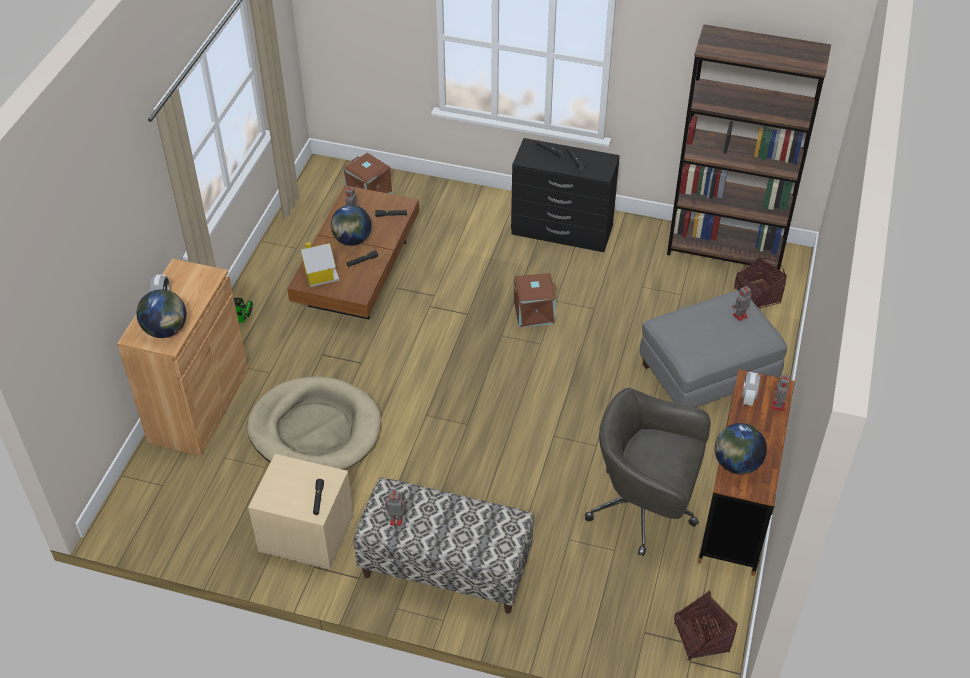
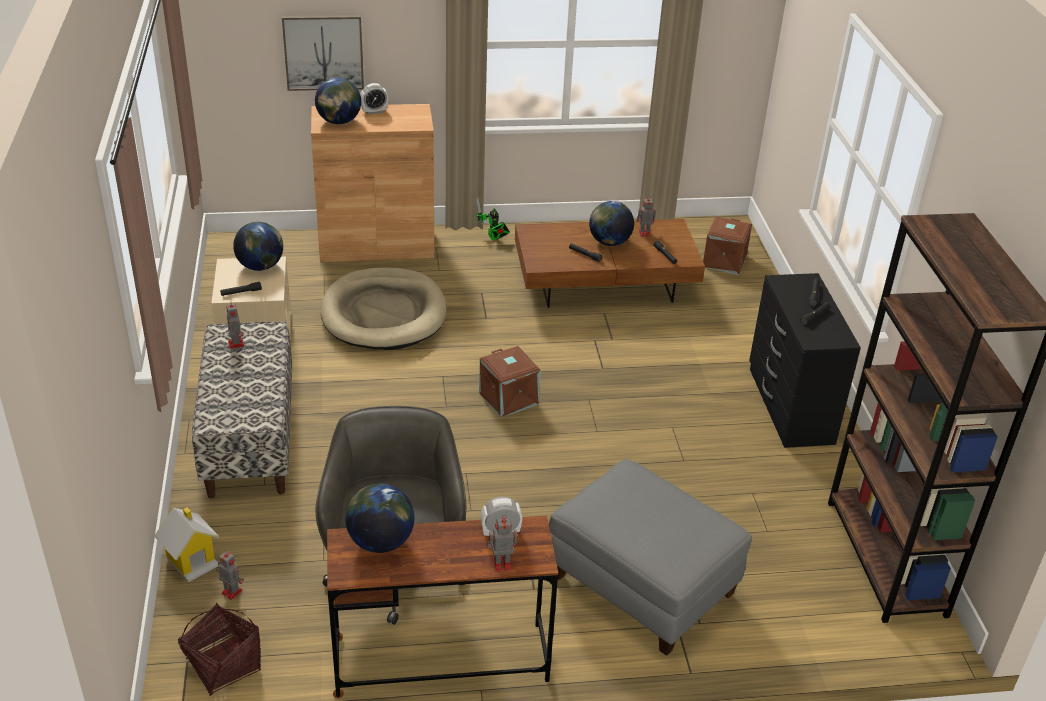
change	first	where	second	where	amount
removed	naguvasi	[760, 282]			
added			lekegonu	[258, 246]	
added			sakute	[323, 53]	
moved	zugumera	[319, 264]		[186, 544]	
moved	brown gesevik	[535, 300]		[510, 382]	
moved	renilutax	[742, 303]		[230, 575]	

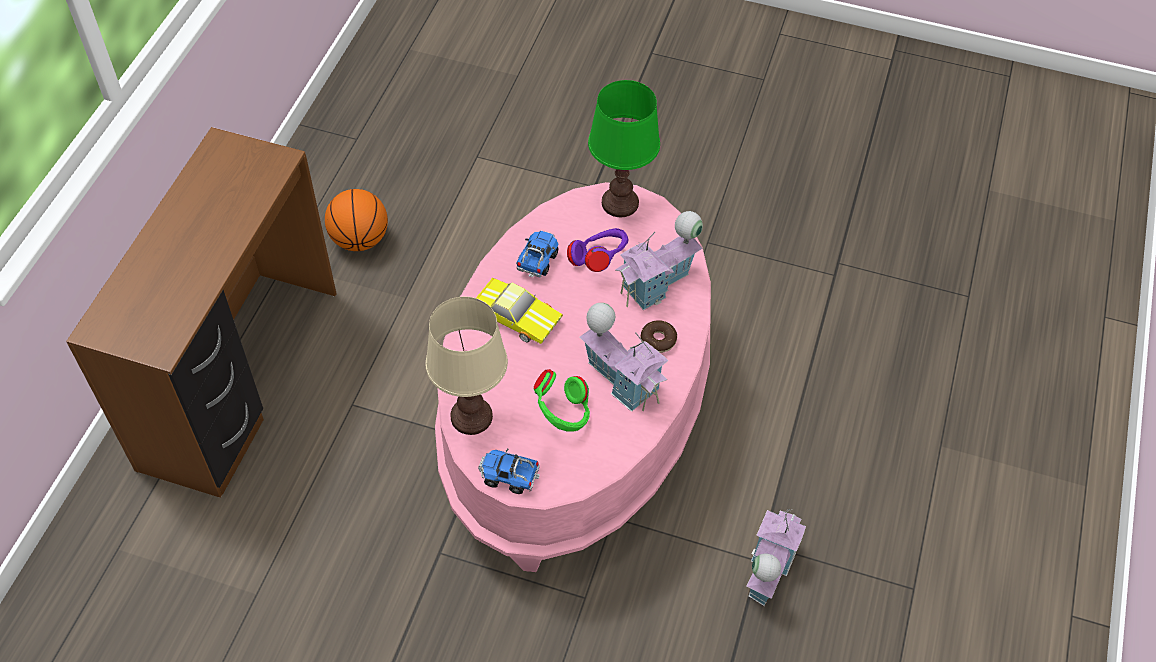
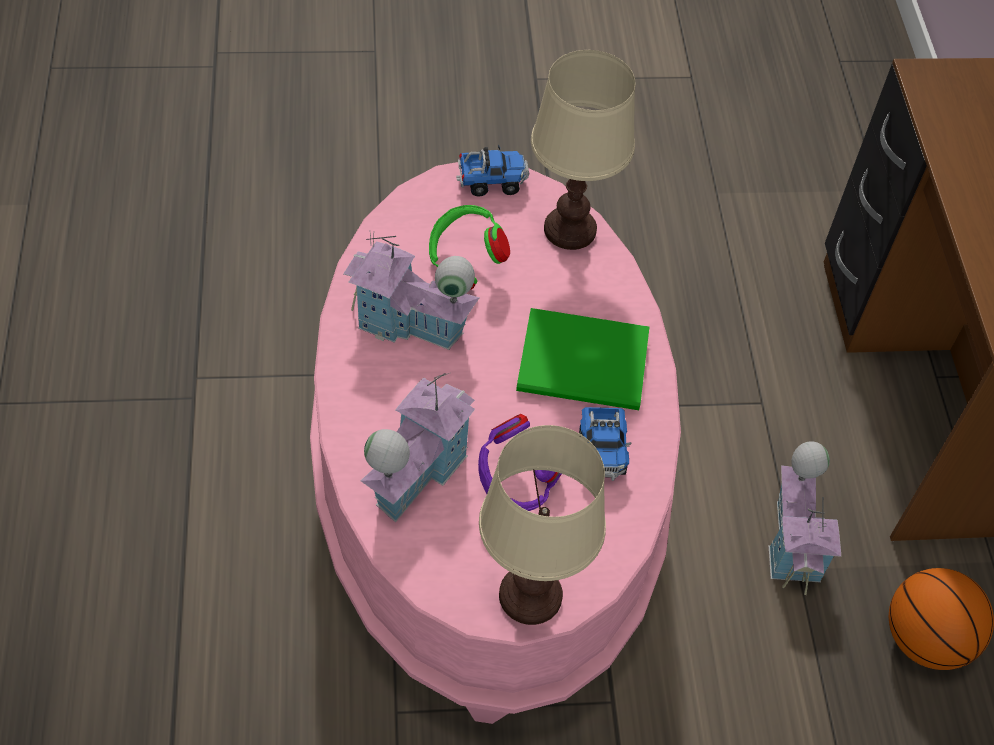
change	first	where	second	where	amount
removed	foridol	[659, 336]			
moved	zugumera	[776, 557]		[804, 518]	
replaced	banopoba	[519, 311]	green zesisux	[582, 359]	
recoloured	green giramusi	[624, 148]	beige giramusi	[542, 525]	

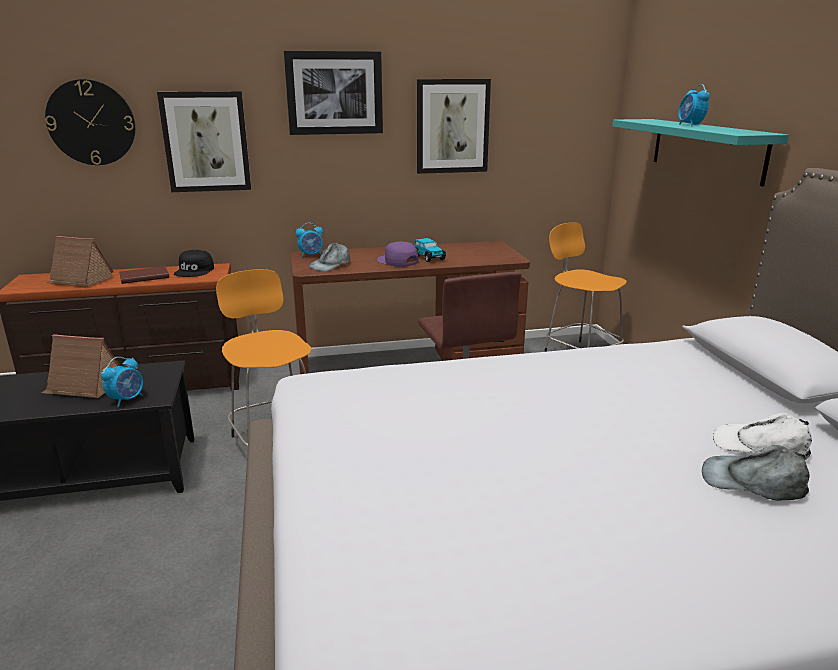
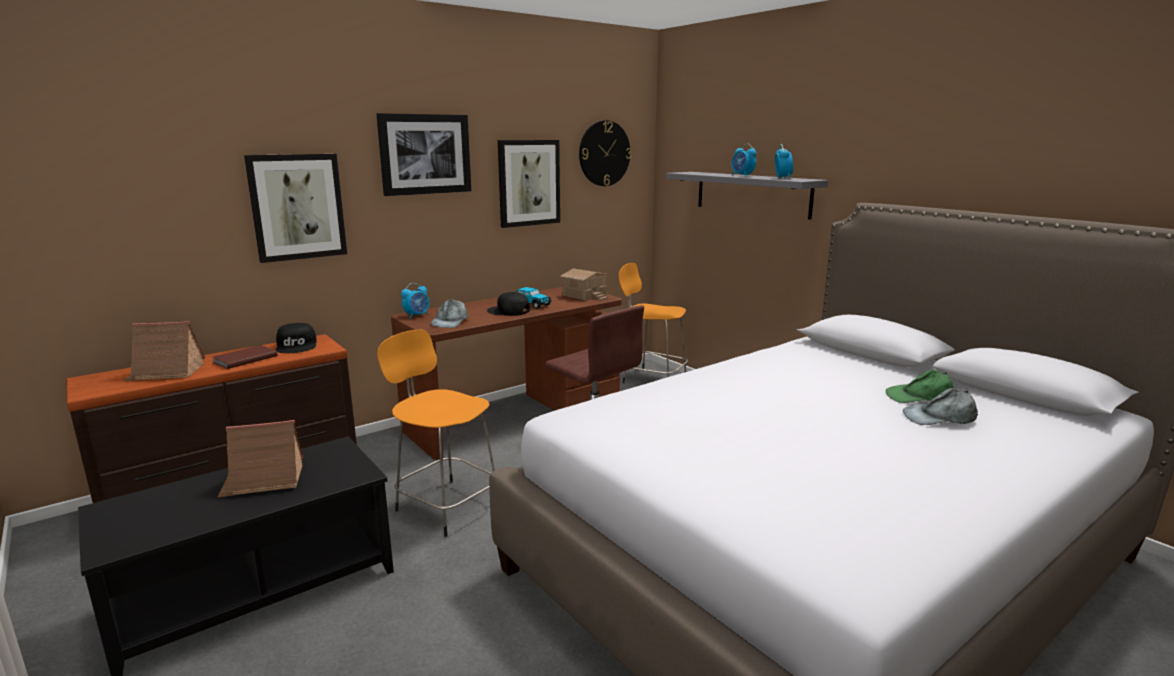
change	first	where	second	where	amount
added			zugumera	[584, 284]	
moved	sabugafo	[90, 122]		[605, 153]	
moved	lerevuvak	[122, 382]		[784, 161]	
recoloured	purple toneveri	[398, 254]	black toneveri	[508, 304]	
recoloured	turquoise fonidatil	[700, 153]	grey fonidatil	[747, 196]	
recoloured	white toneveri	[762, 436]	green toneveri	[919, 386]	

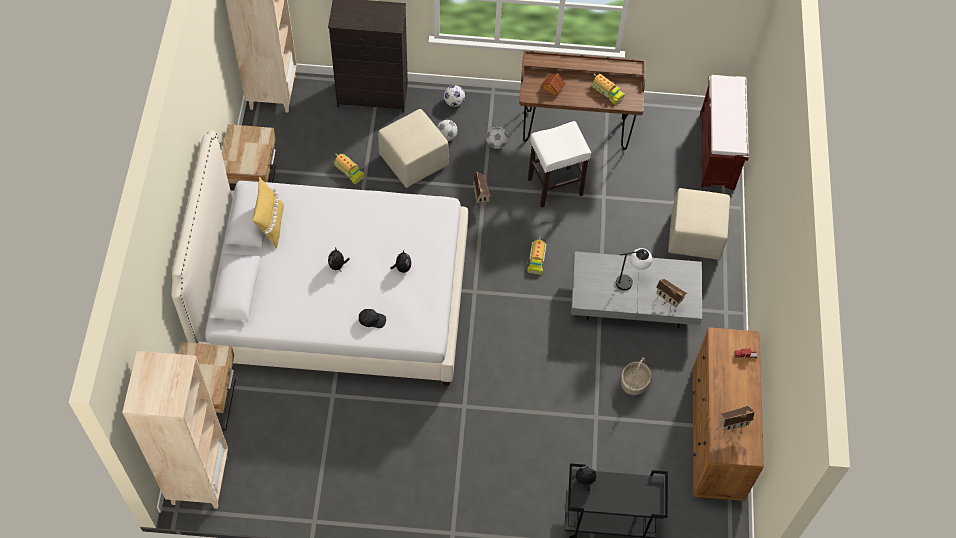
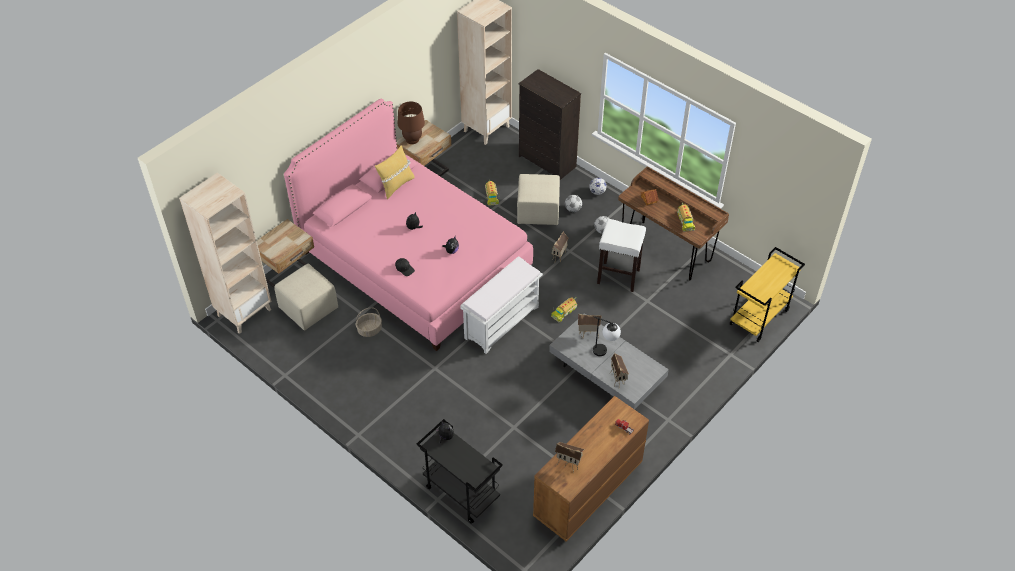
change	first	where	second	where	amount
added			brown giramusi	[411, 122]	
added			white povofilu	[501, 305]	
added			zugumera	[590, 326]	
moved	naguvasi	[636, 376]		[369, 322]	
moved	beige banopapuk	[699, 224]		[306, 297]	
replaced	brown povofilu	[724, 132]	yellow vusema	[767, 294]	
recoloured	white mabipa	[319, 258]	pink mabipa	[408, 225]	

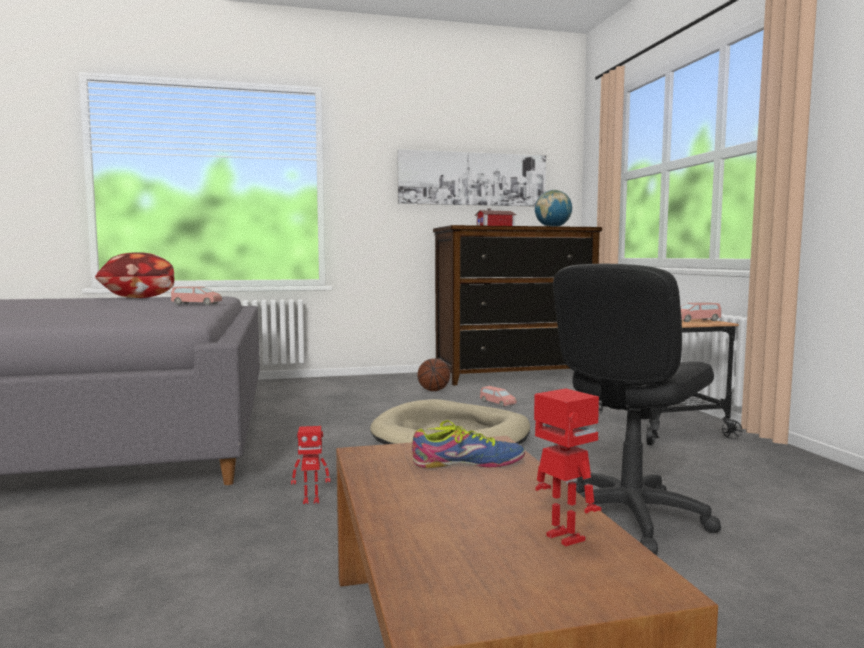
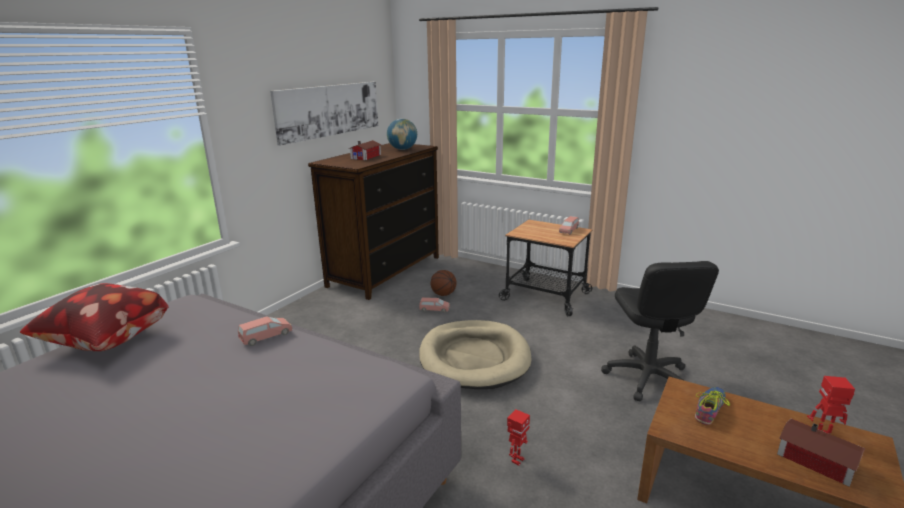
change	first	where	second	where	amount
added			zugumera	[821, 453]	
moved	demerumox	[433, 374]		[443, 283]	

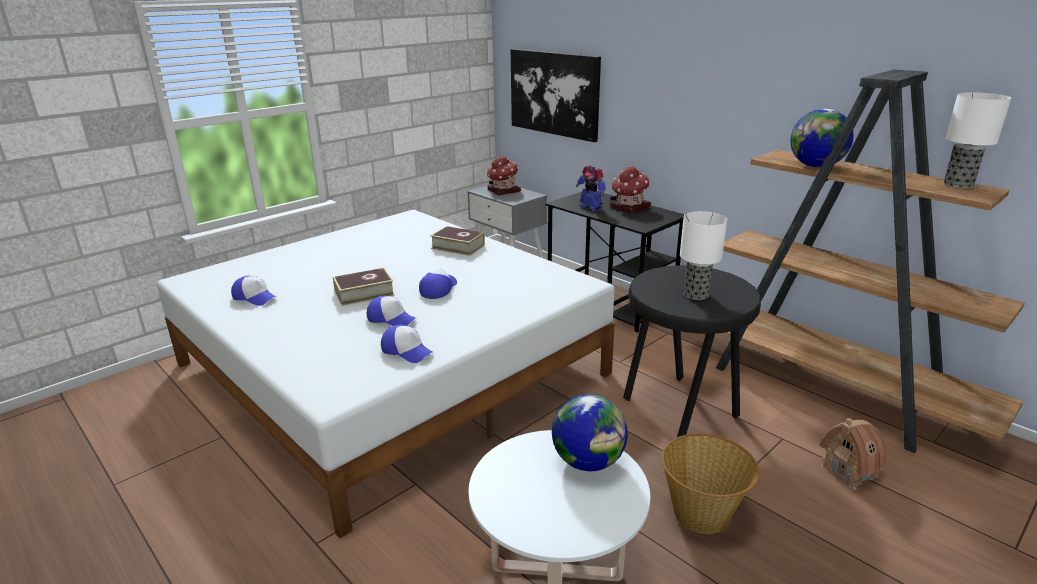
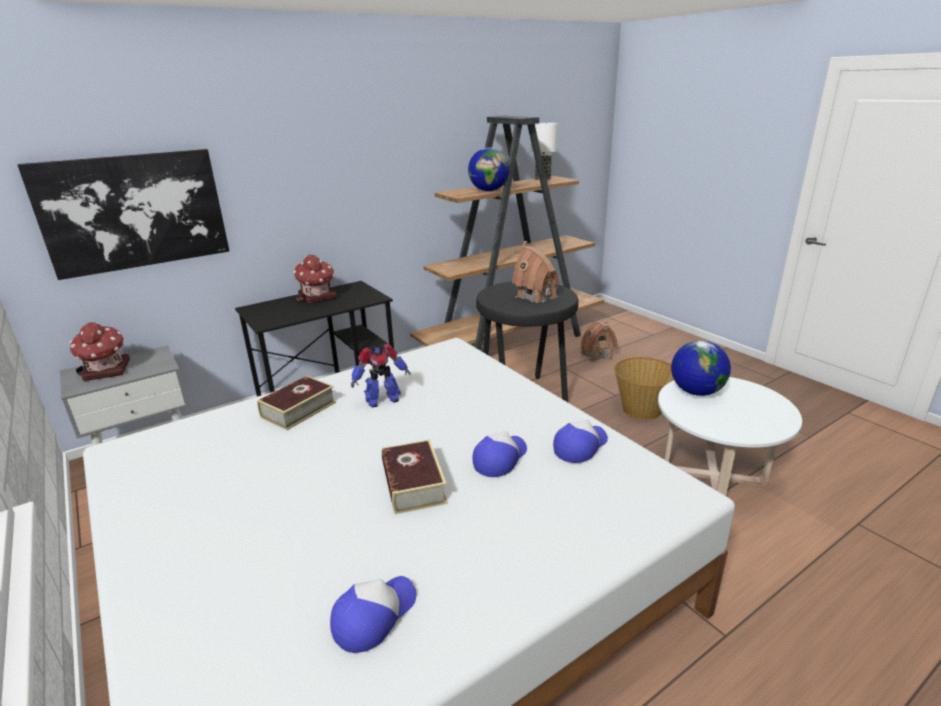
change	first	where	second	where	amount
removed	toneveri	[438, 284]			
moved	renilutax	[591, 188]		[381, 375]	
replaced	giramusi	[703, 255]	zugumera	[535, 272]	

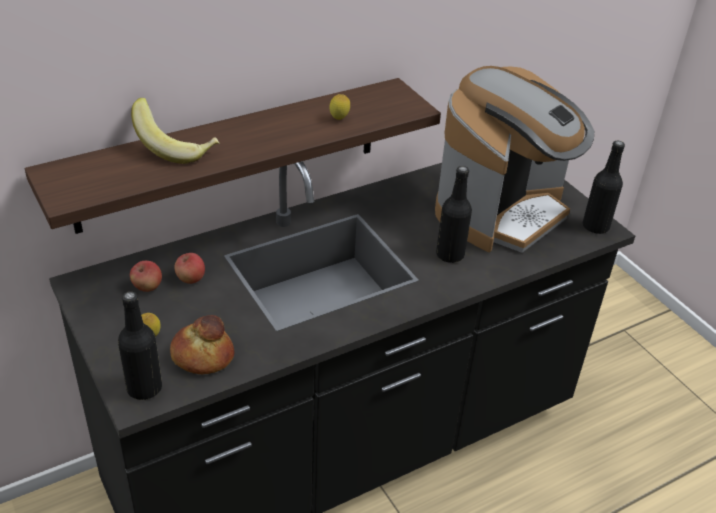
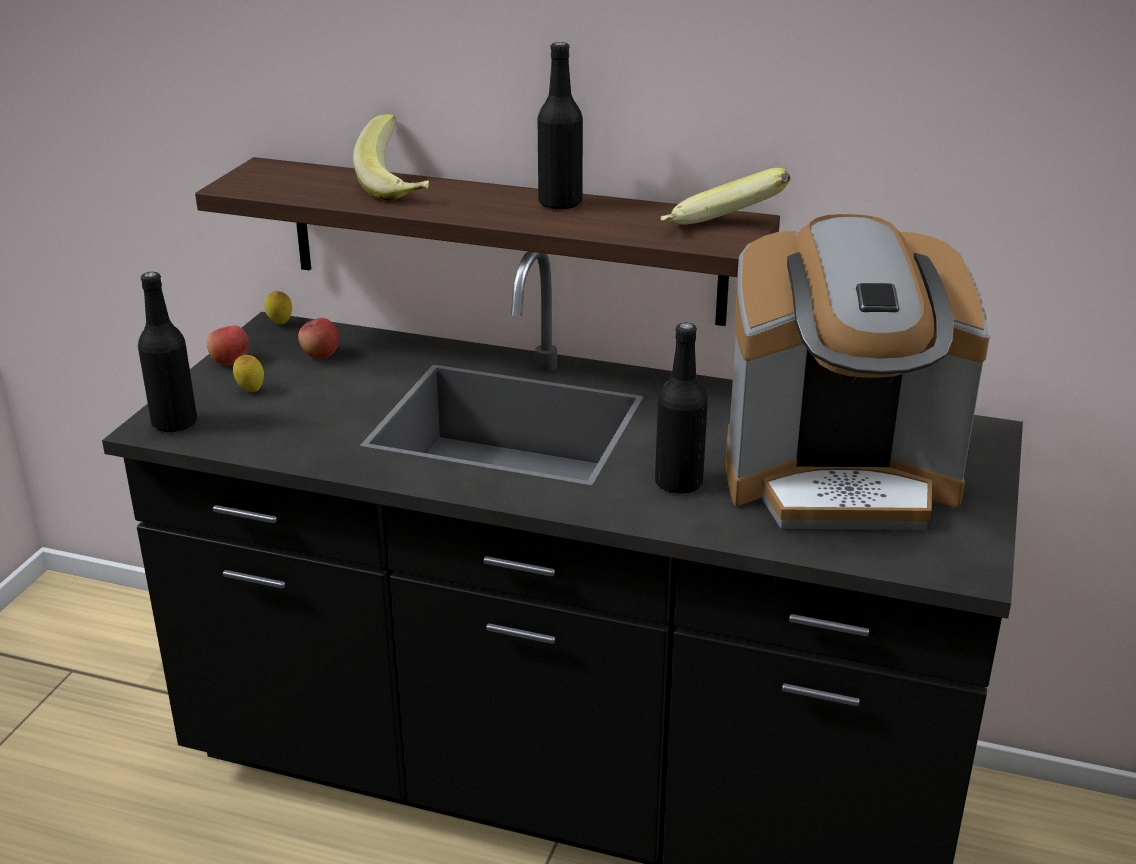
change	first	where	second	where	amount
removed	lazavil	[202, 344]			
added			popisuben	[725, 196]	
moved	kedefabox	[189, 268]		[228, 345]	
moved	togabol	[339, 107]		[278, 308]	
moved	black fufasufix	[604, 187]		[560, 126]	

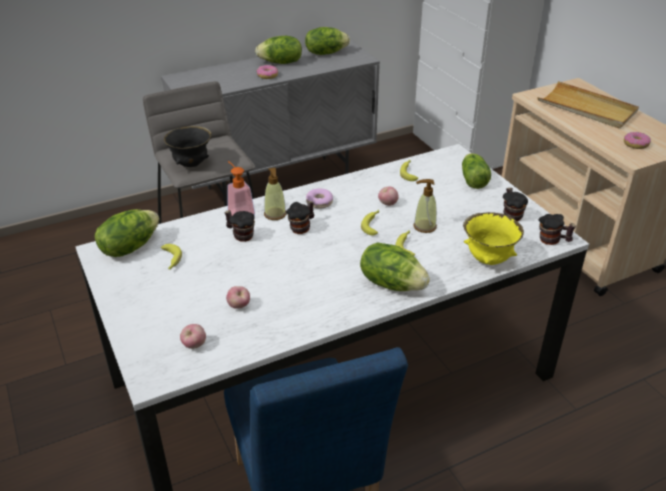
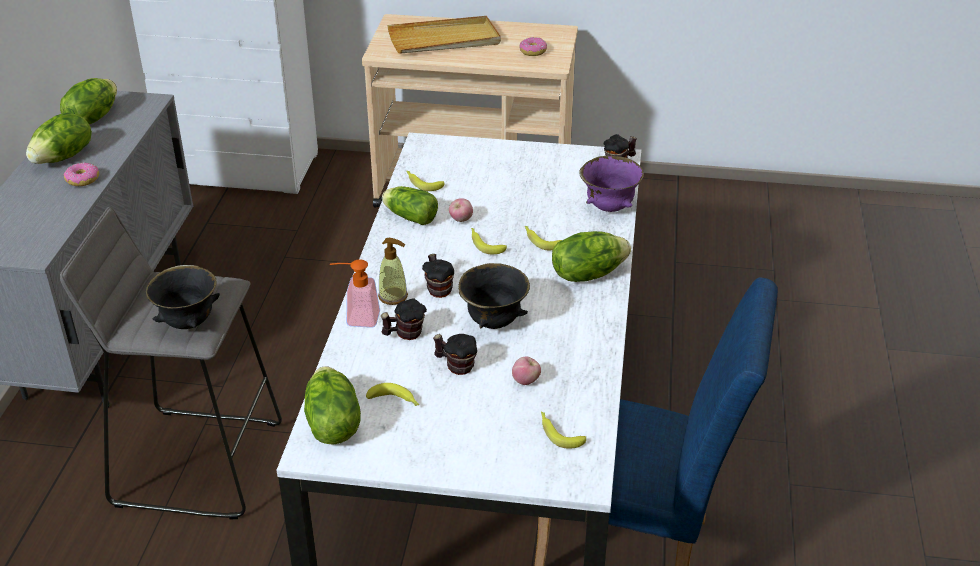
change	first	where	second	where	amount
removed	foridol	[319, 198]			
removed	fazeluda	[425, 206]			
added			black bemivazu	[494, 296]	
moved	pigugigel	[476, 171]		[410, 205]	
moved	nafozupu	[515, 204]		[455, 354]	
replaced	kedefabox	[193, 336]	popisuben	[563, 430]	
recoloured	yellow bemivazu	[493, 238]	purple bemivazu	[611, 184]	

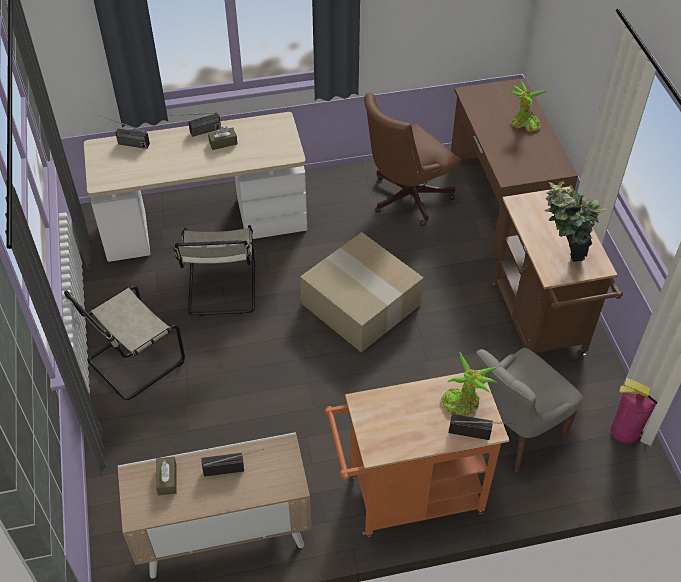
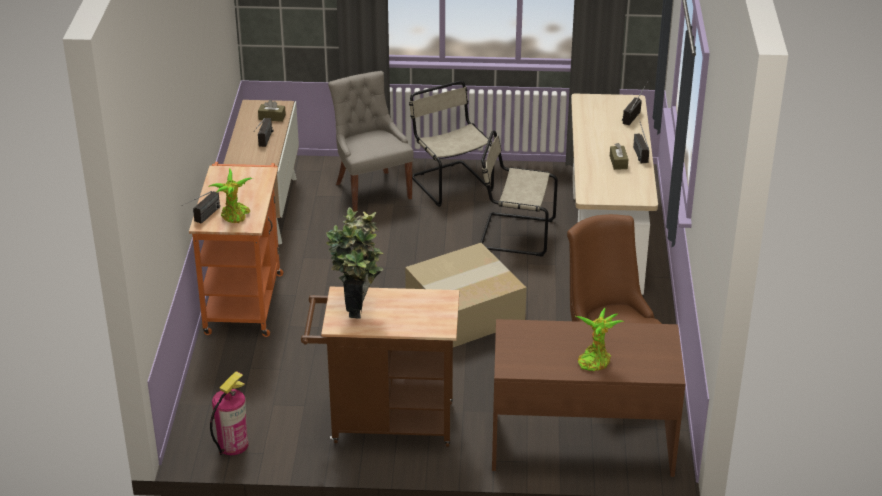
change	first	where	second	where	amount
moved	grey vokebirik	[529, 410]		[371, 141]	

